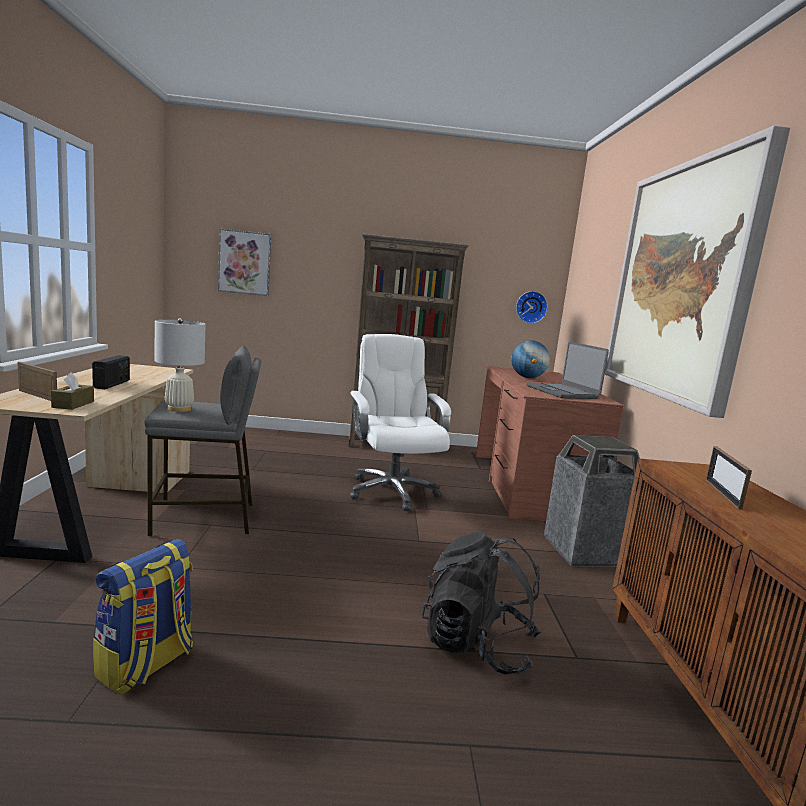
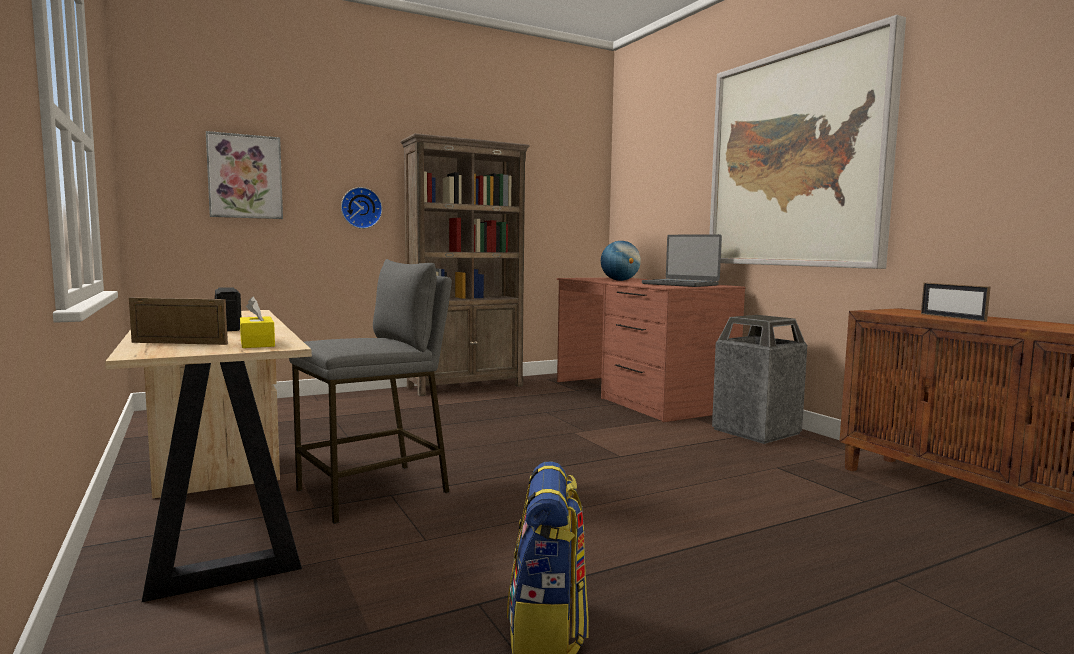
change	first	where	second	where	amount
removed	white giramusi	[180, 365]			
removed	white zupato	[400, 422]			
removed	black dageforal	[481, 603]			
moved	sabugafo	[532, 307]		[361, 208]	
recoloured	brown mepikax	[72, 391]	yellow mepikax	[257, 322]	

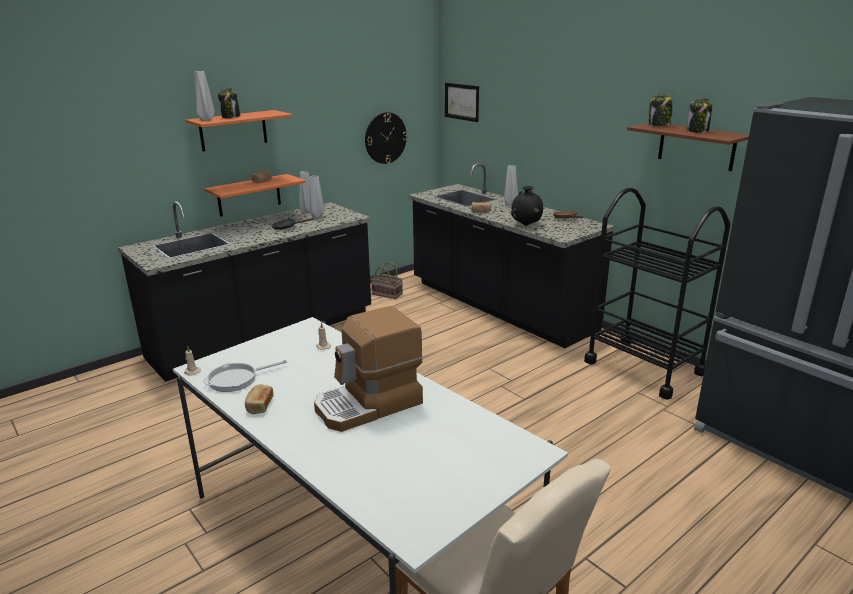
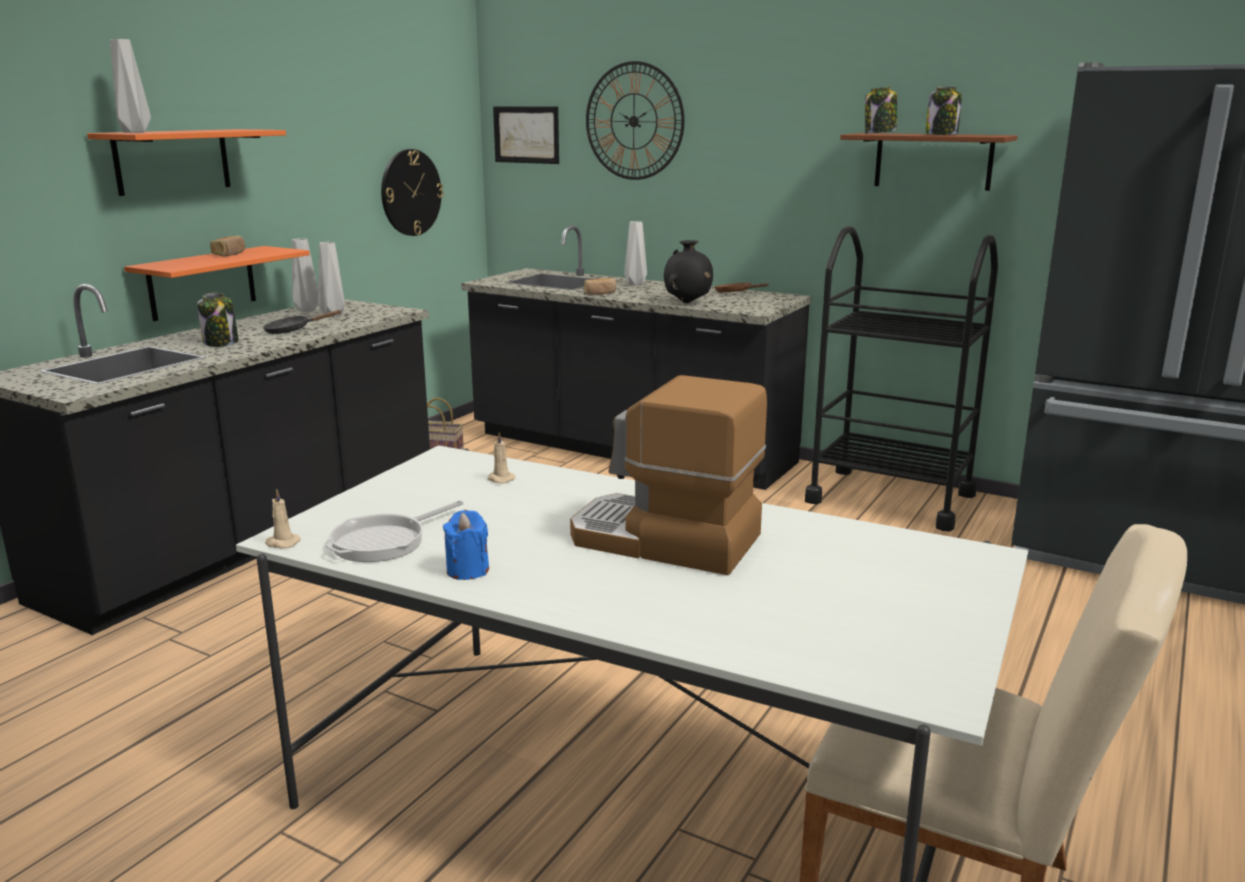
change	first	where	second	where	amount
added			sabugafo	[635, 120]	
moved	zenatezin	[229, 103]		[218, 320]	
replaced	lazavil	[259, 399]	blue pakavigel	[466, 545]	
turned	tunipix	[368, 369]		[668, 475]	75 degrees clockwise

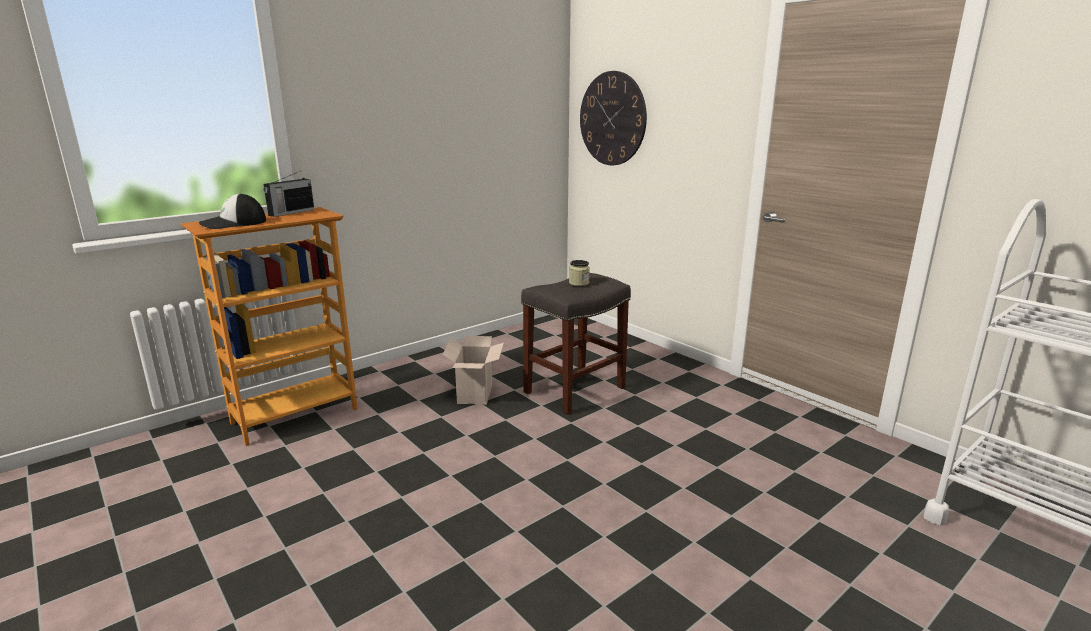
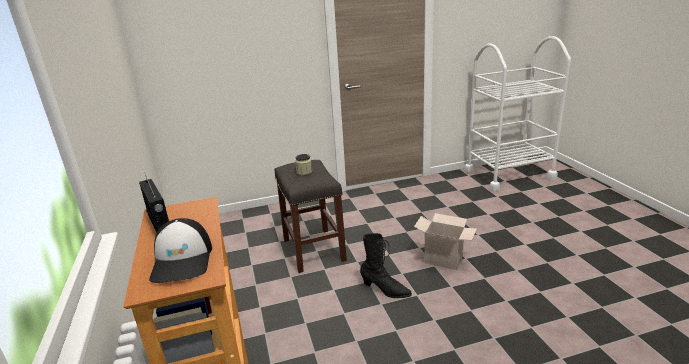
change	first	where	second	where	amount
removed	sabugafo	[613, 118]			
added			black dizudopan	[386, 265]	
moved	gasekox	[473, 370]		[445, 241]	

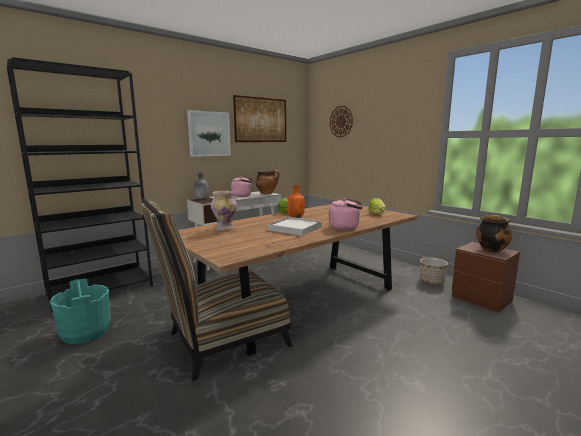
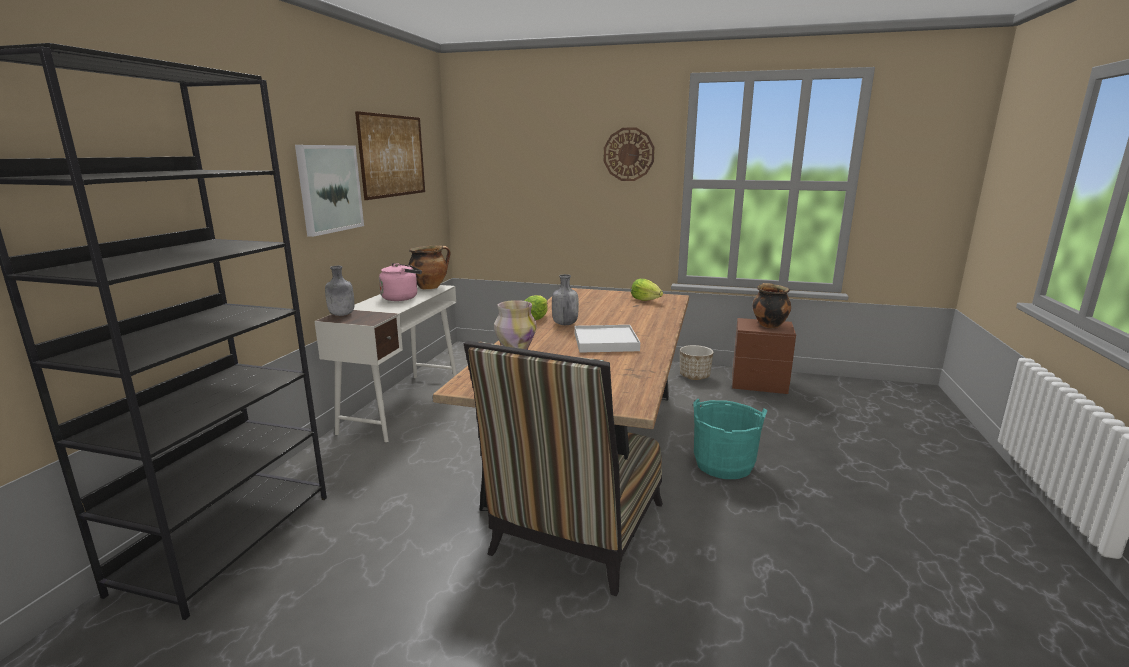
change	first	where	second	where	amount
removed	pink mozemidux	[346, 214]			
moved	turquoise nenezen	[80, 311]		[730, 439]	
moved	sabugafo	[341, 121]		[629, 154]	
recoloured	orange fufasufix	[296, 201]	grey fufasufix	[565, 299]	

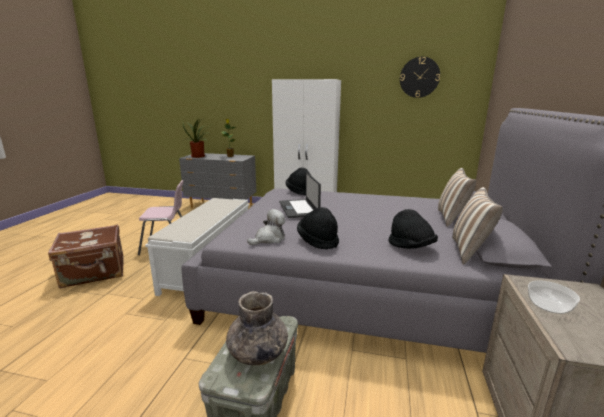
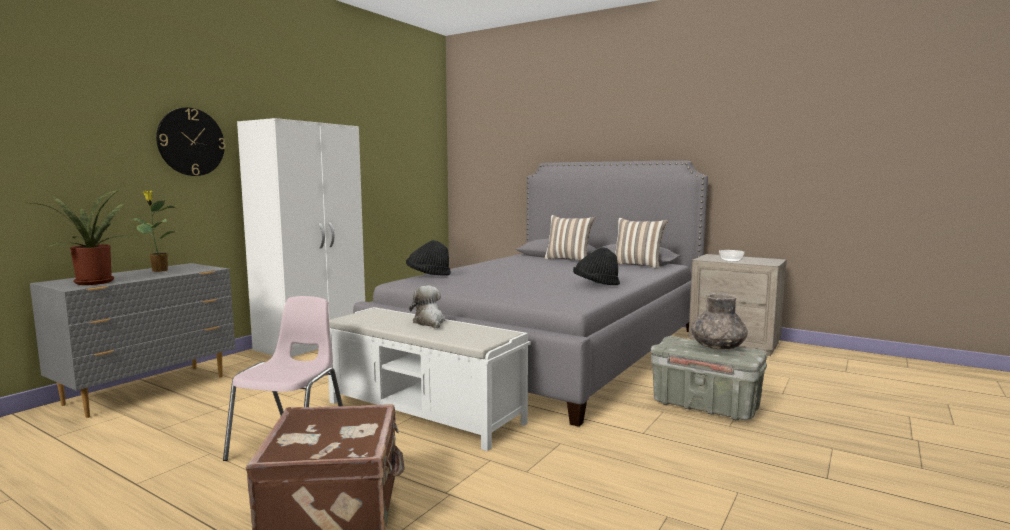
change	first	where	second	where	amount
removed	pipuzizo	[300, 195]			
removed	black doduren	[413, 229]			
moved	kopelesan	[266, 227]		[427, 306]	
moved	sabugafo	[420, 77]		[190, 141]	

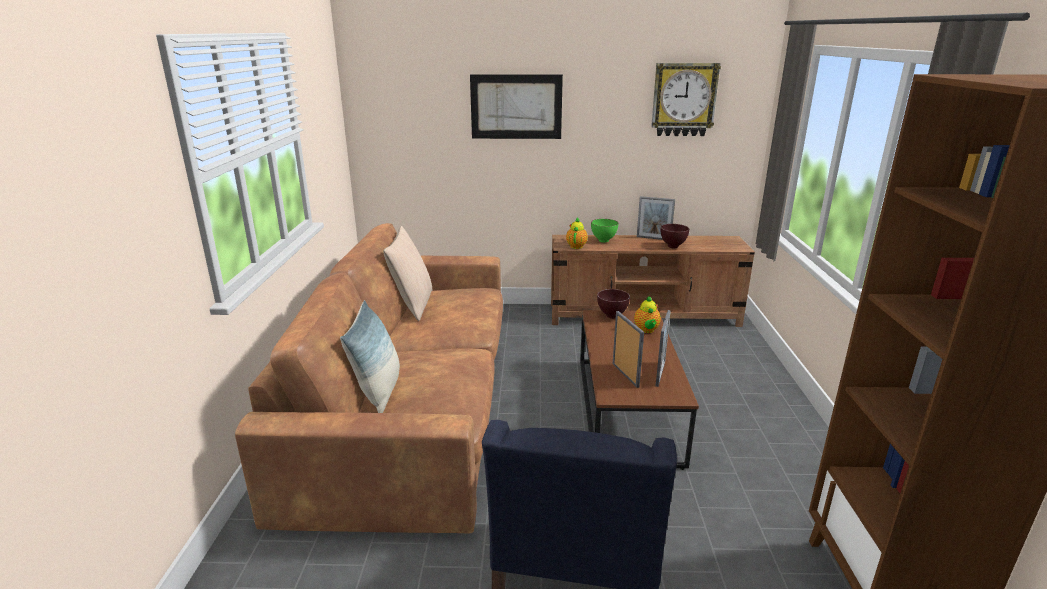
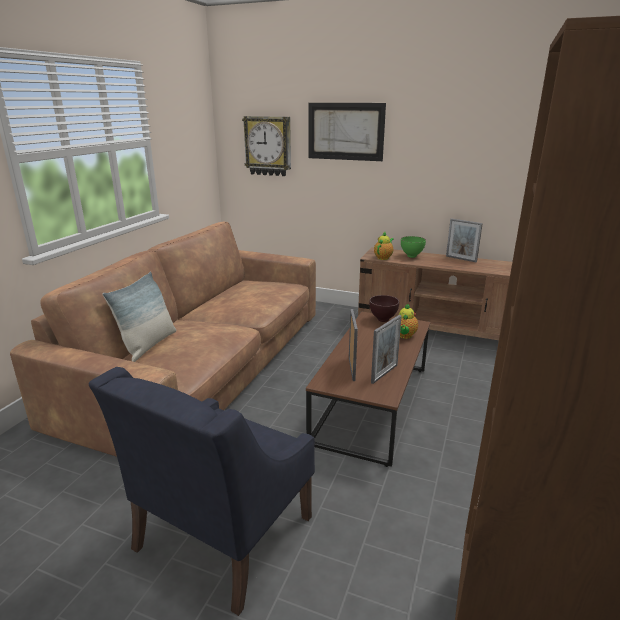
change	first	where	second	where	amount
removed	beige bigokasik	[408, 273]			
removed	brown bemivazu	[675, 236]			
moved	sabugafo	[686, 99]		[266, 146]	

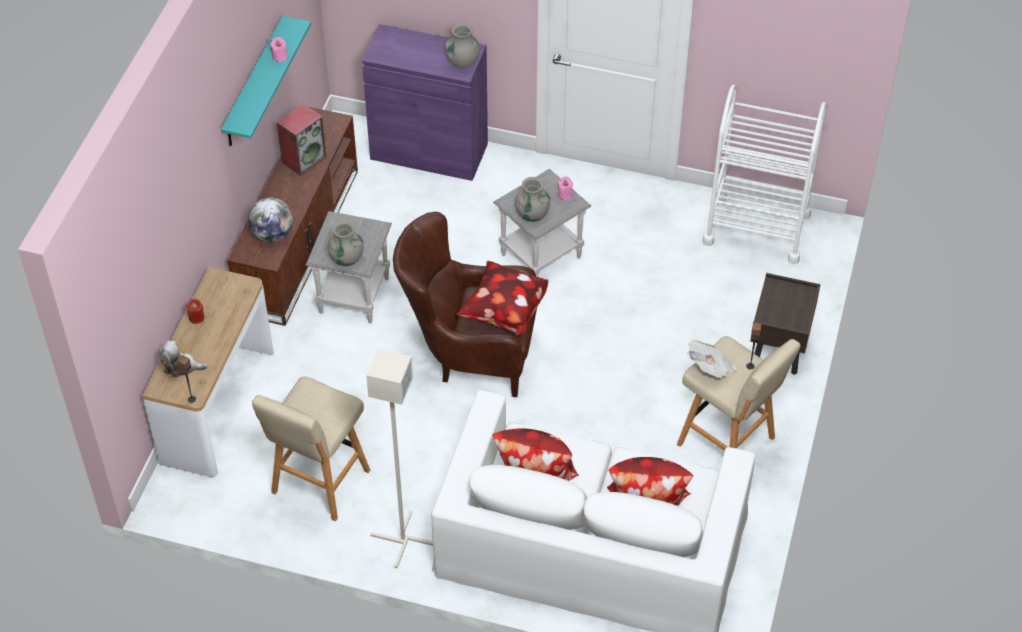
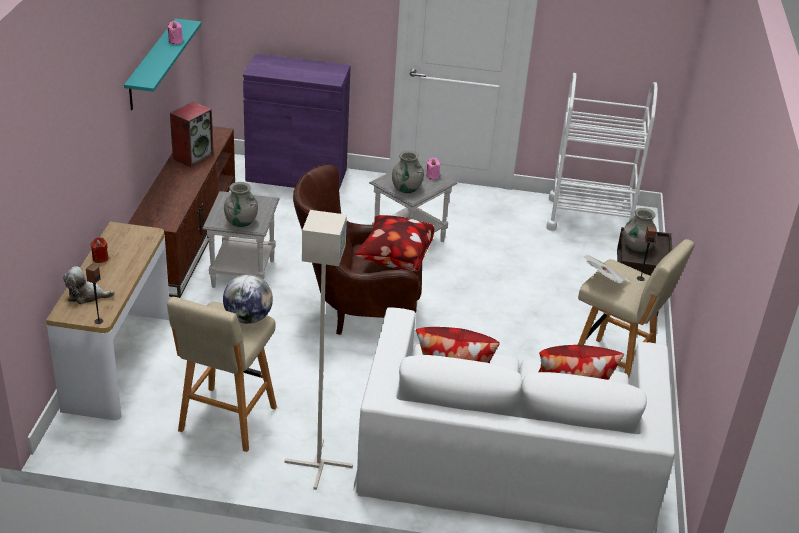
change	first	where	second	where	amount
moved	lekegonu	[270, 219]		[248, 299]	
moved	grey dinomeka	[462, 45]		[640, 230]	

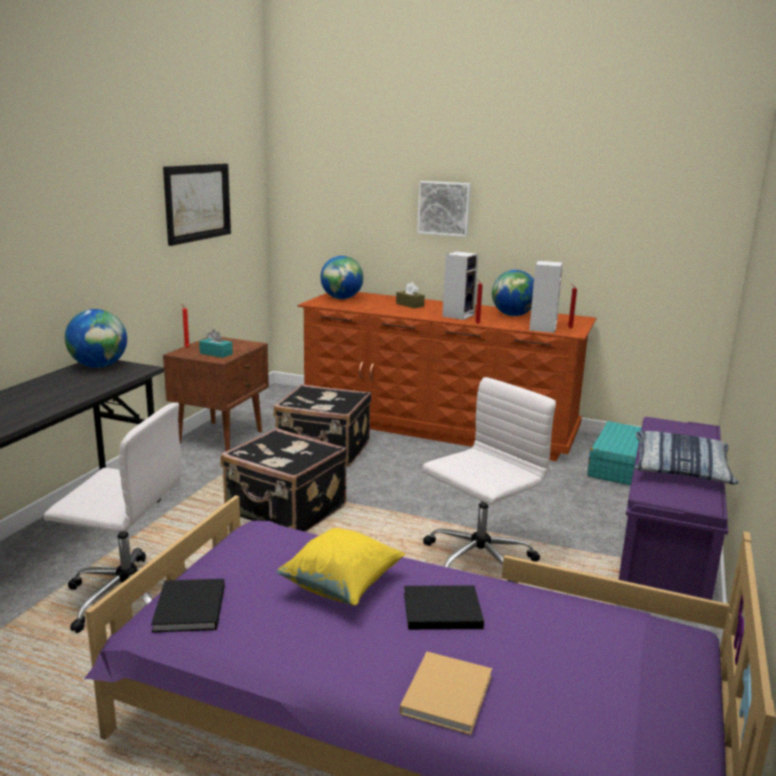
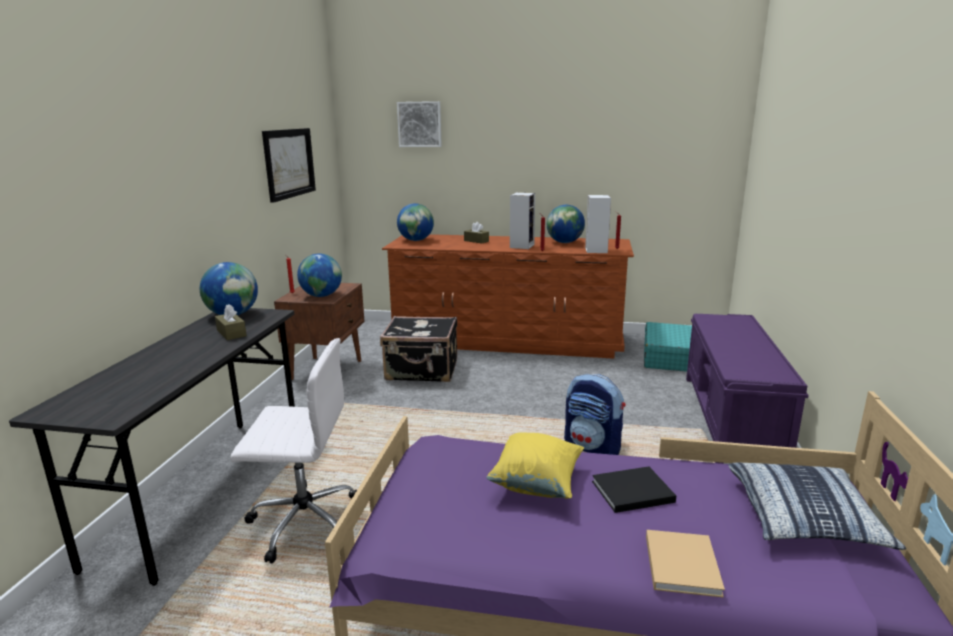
change	first	where	second	where	amount
removed	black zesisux	[188, 606]			
removed	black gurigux	[283, 480]			
added			brown mepikax	[231, 322]	
moved	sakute	[444, 209]		[419, 124]	
moved	bigokasik	[686, 458]		[817, 506]	
replaced	turquoise mepikax	[216, 343]	lekegonu	[319, 275]	
replaced	white zupato	[489, 480]	dageforal	[594, 414]	

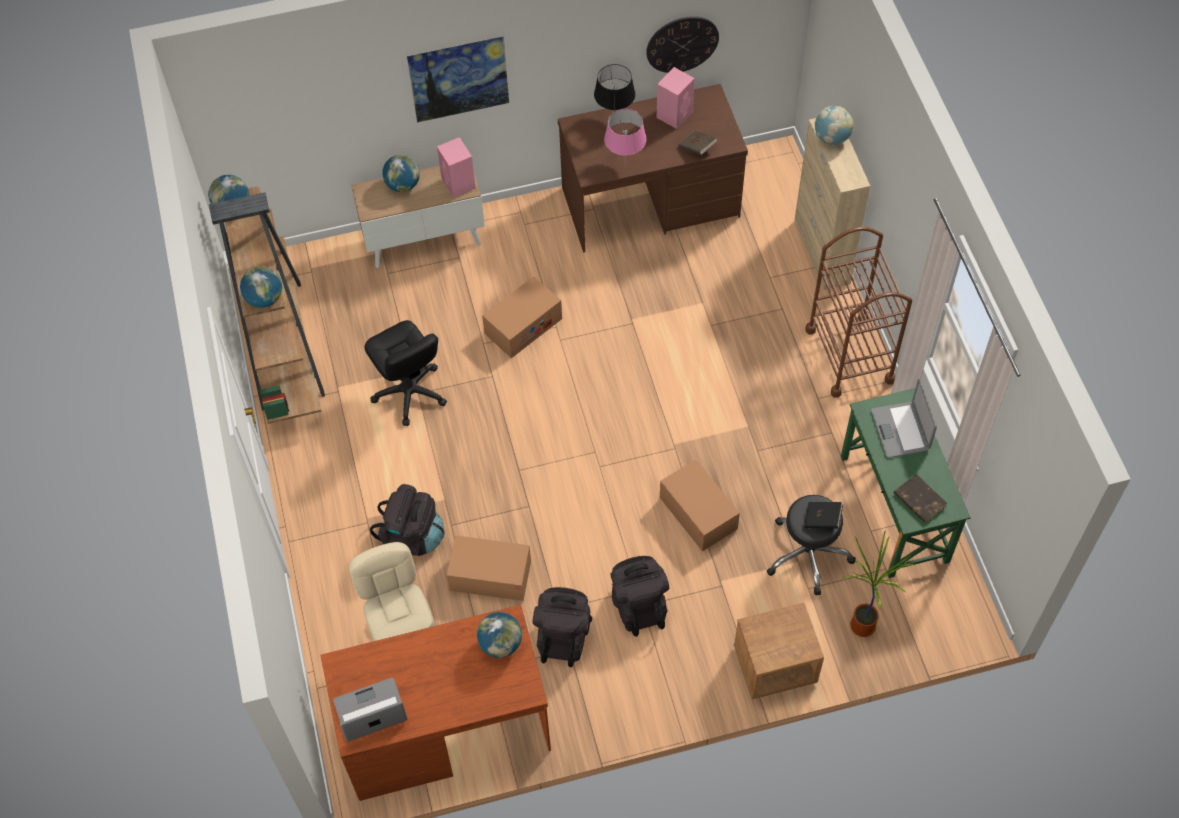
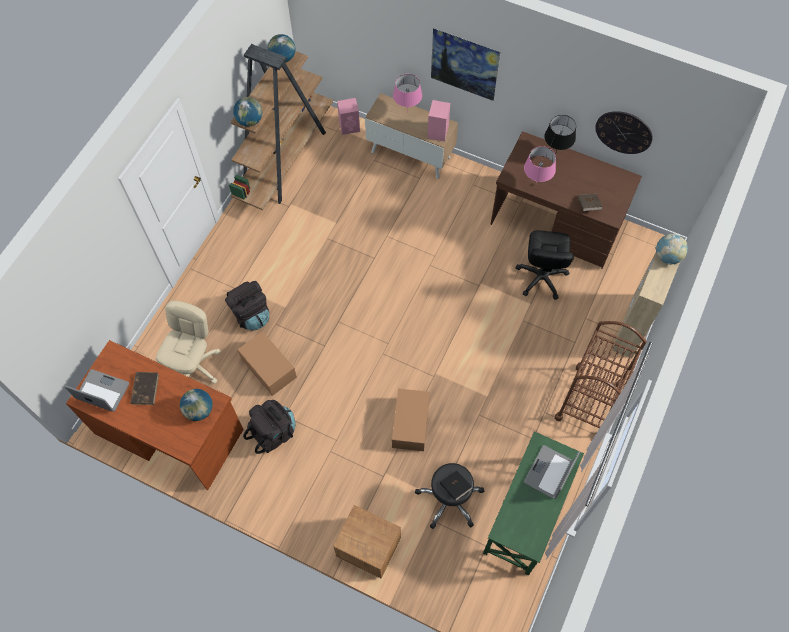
change	first	where	second	where	amount
removed	gasekox	[522, 317]			
removed	black dageforal	[639, 596]			
removed	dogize	[878, 584]			
moved	black zupato	[406, 373]		[544, 265]	
moved	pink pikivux	[676, 98]		[348, 116]	
moved	brown zesisux	[921, 498]		[145, 388]	
replaced	lekegonu	[401, 173]	pink giramusi	[407, 93]	

